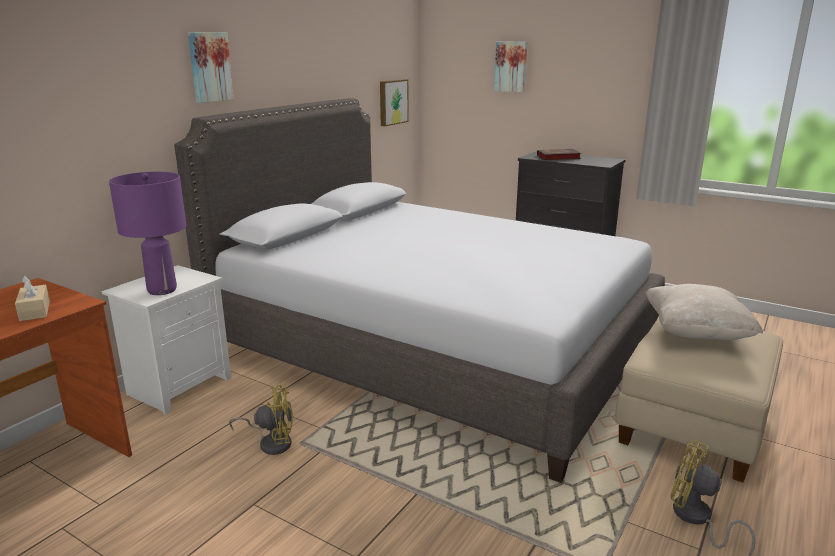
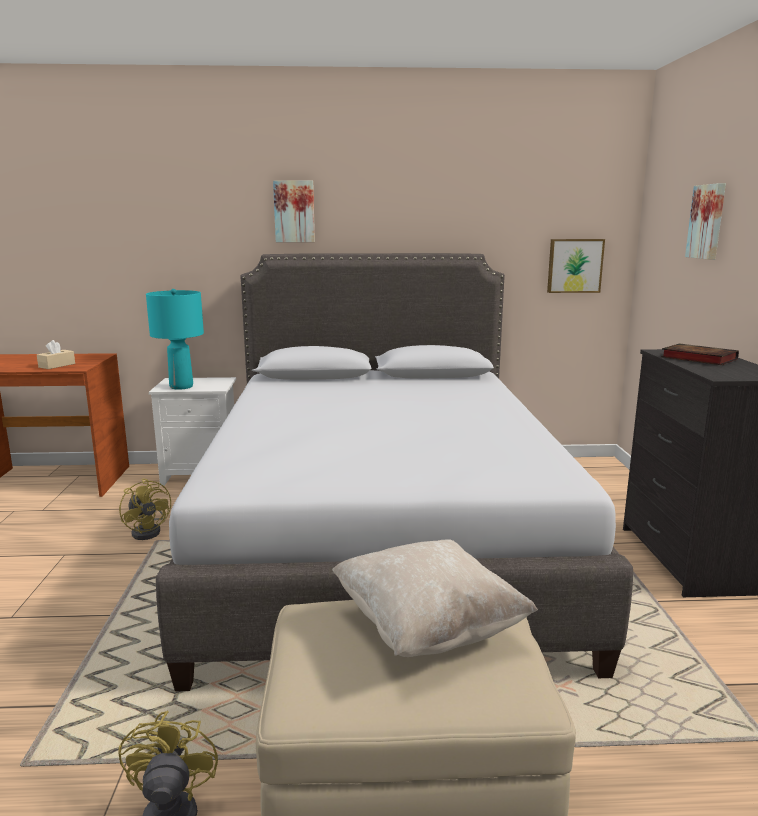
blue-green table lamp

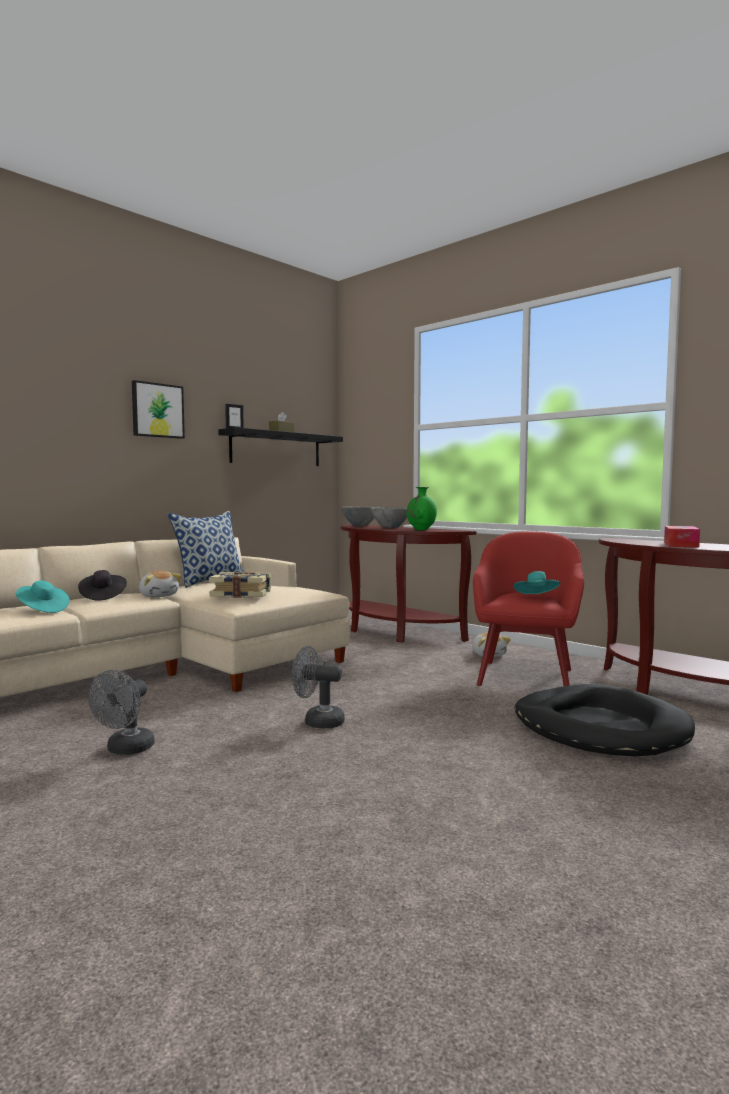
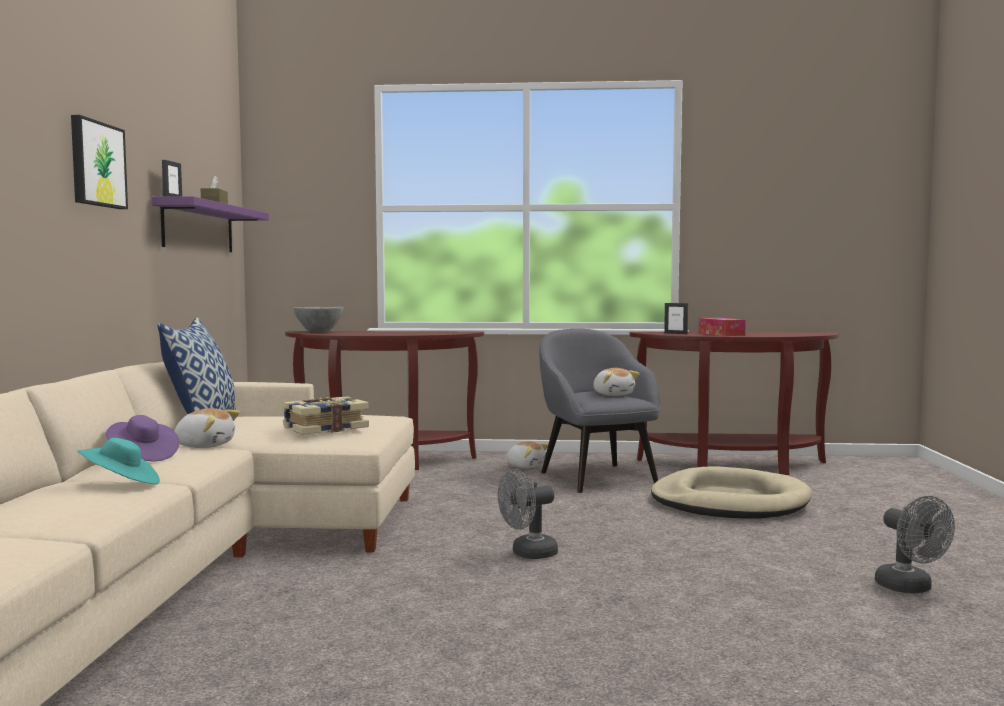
gray deep dish (no. 2 from left in the first image)
green decorative vase
picture frame (no. 2 from left)
gray cooling fan (no. 2 from left)
cuddly toy (no. 3 from left)
purplish hat
purplish bracket shelf
gray armchair
sand-coloured dog cushion

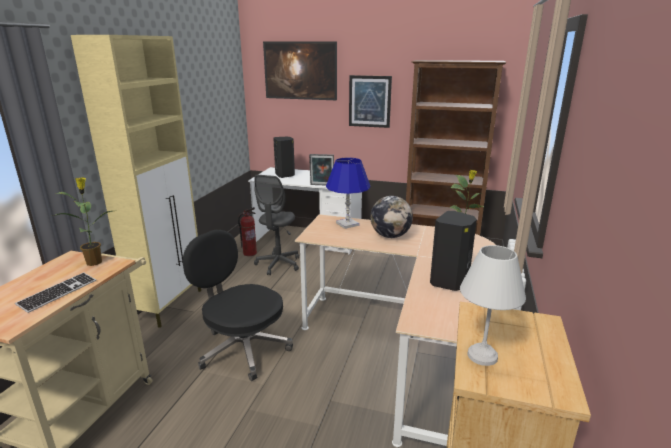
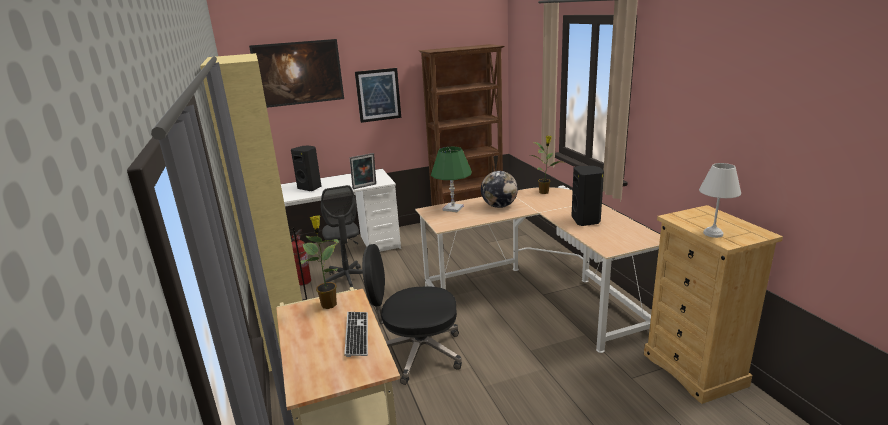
green table lamp

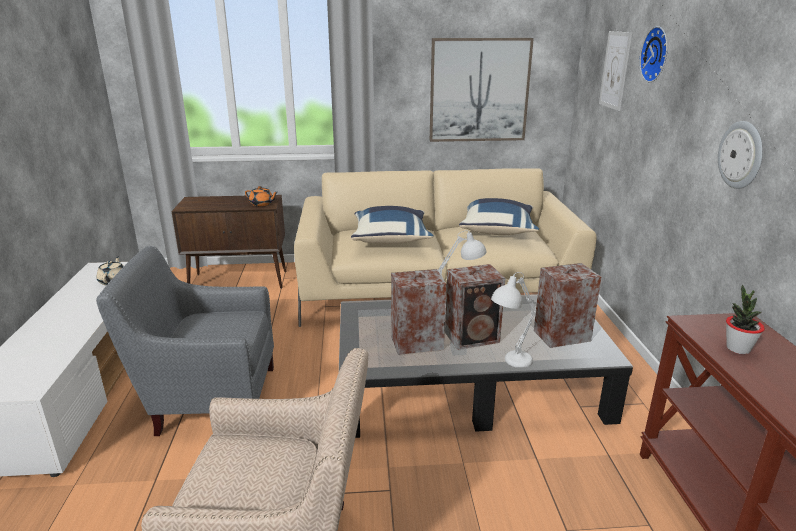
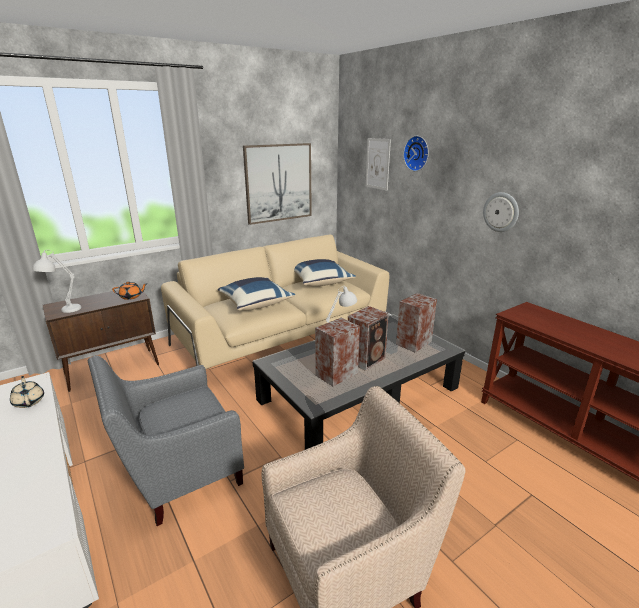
plant in a pot
white table lamp (no. 1 from left)

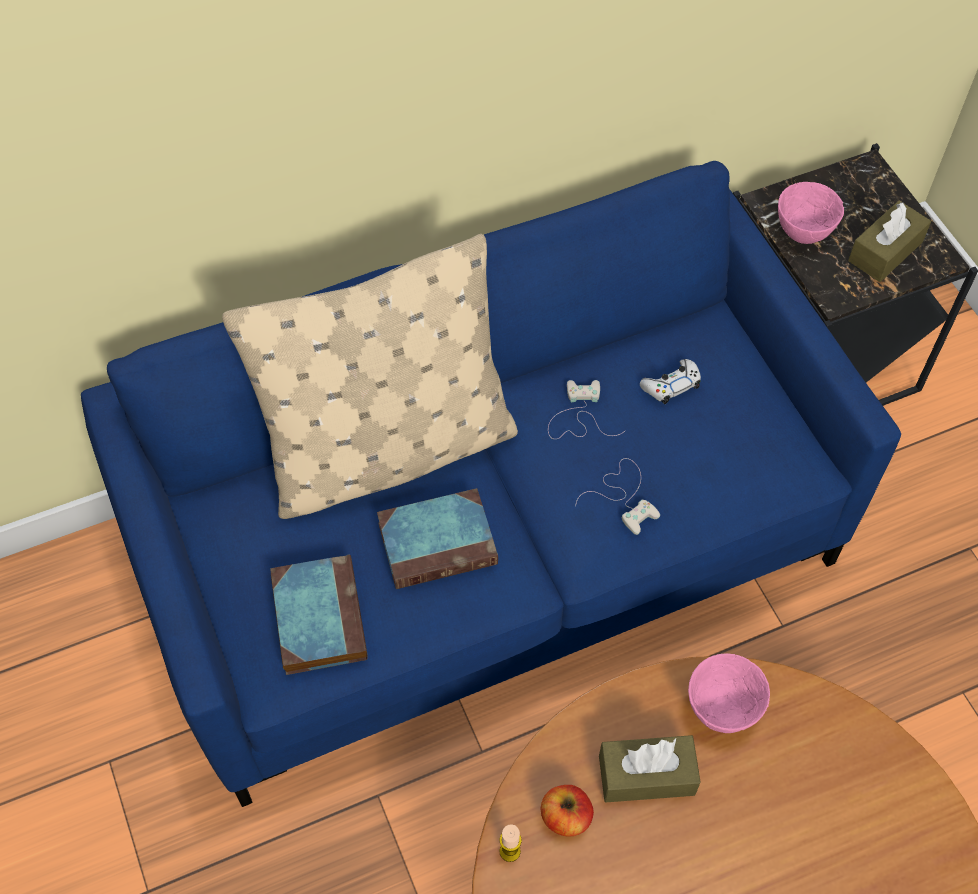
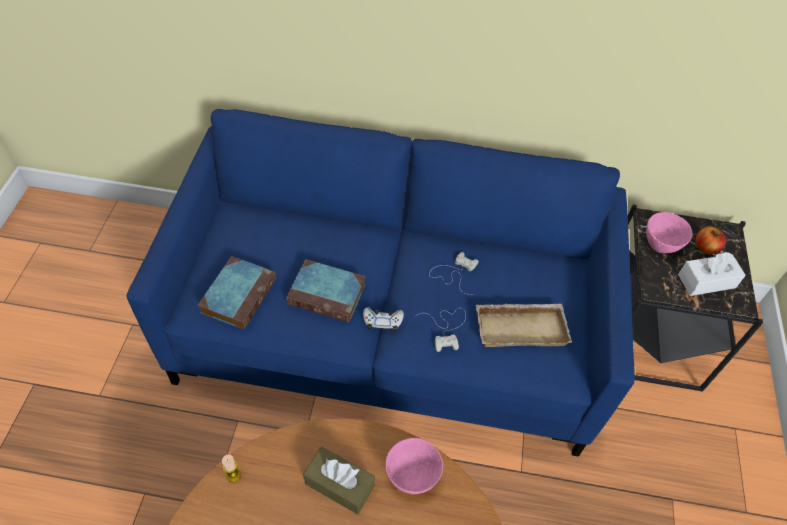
sand-coloured throw pillow
sand-coloured tray
whole apple
white game controller (no. 1 from left)
white tissue box

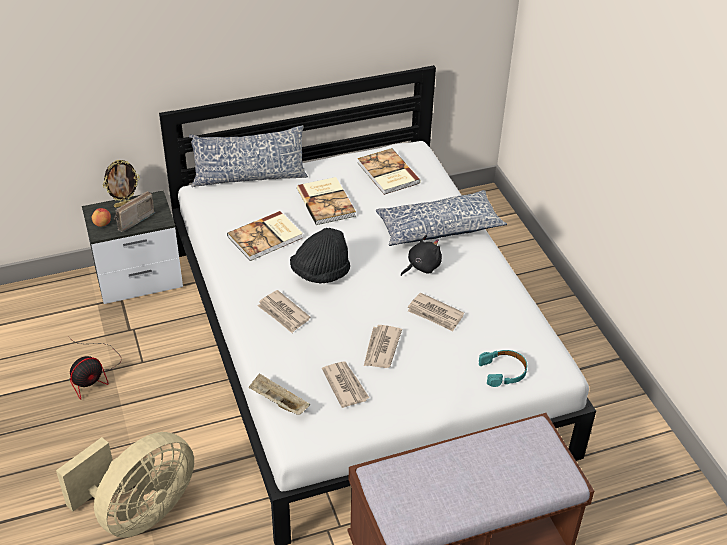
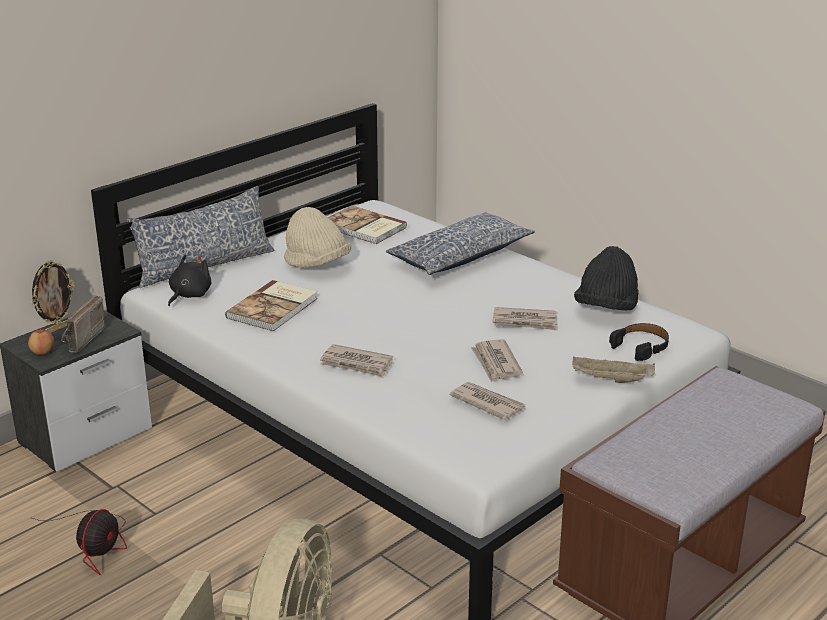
sand-coloured tray
black hat
black cuddly toy
sand-coloured hat
black headphones

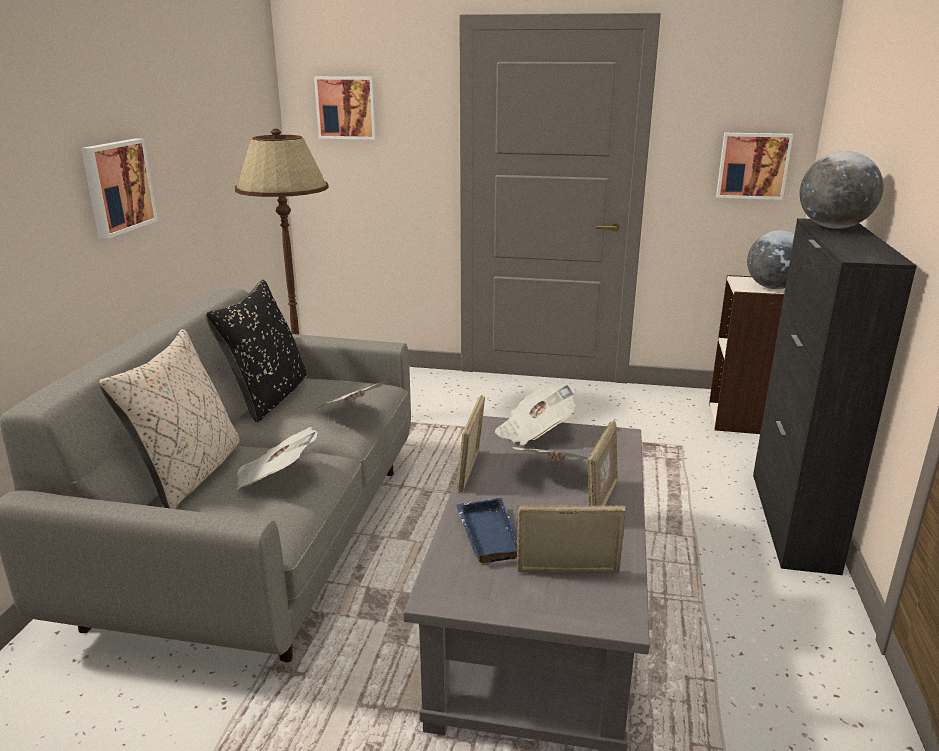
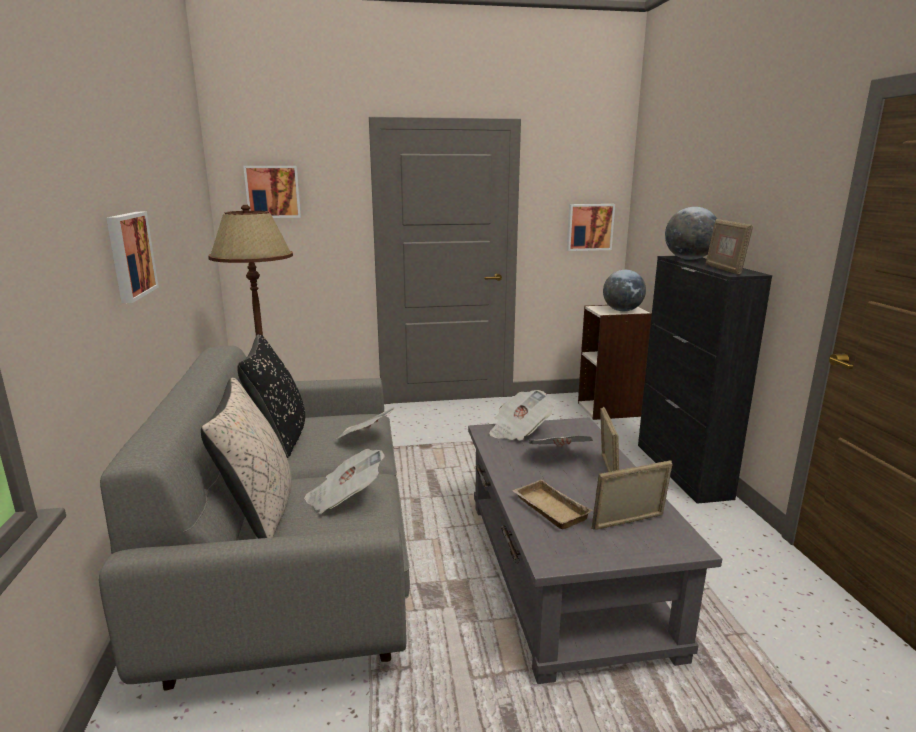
picture frame (no. 3 from left)
sand-coloured tray

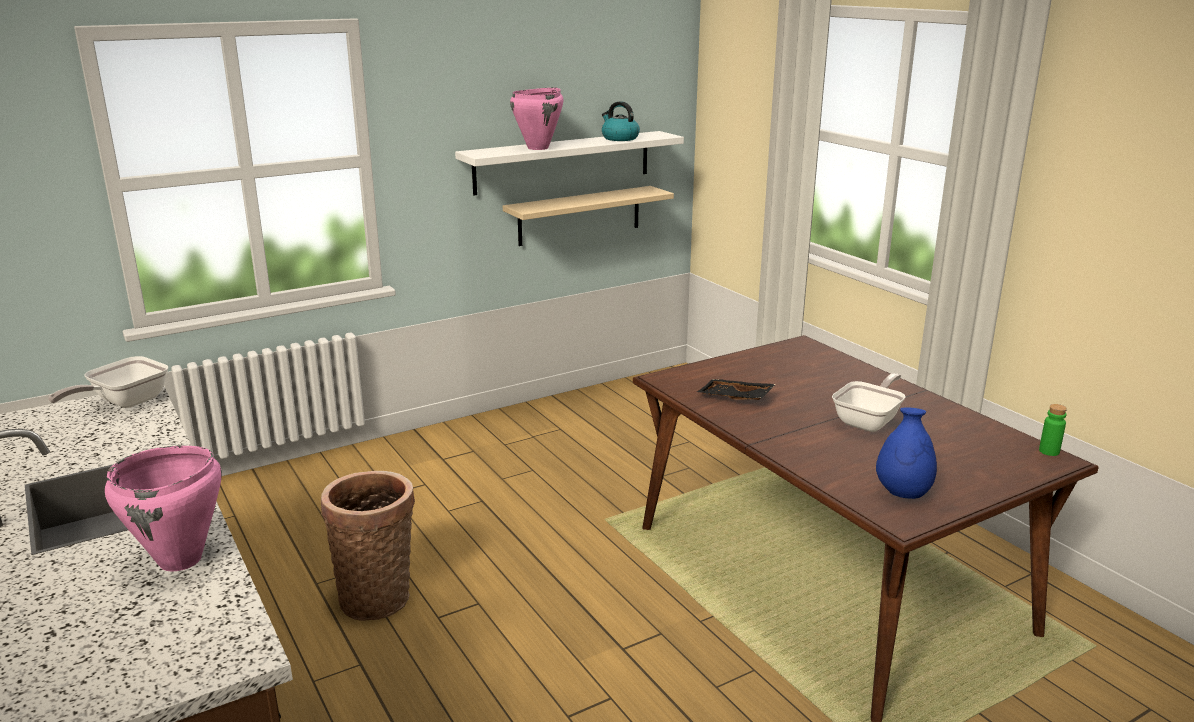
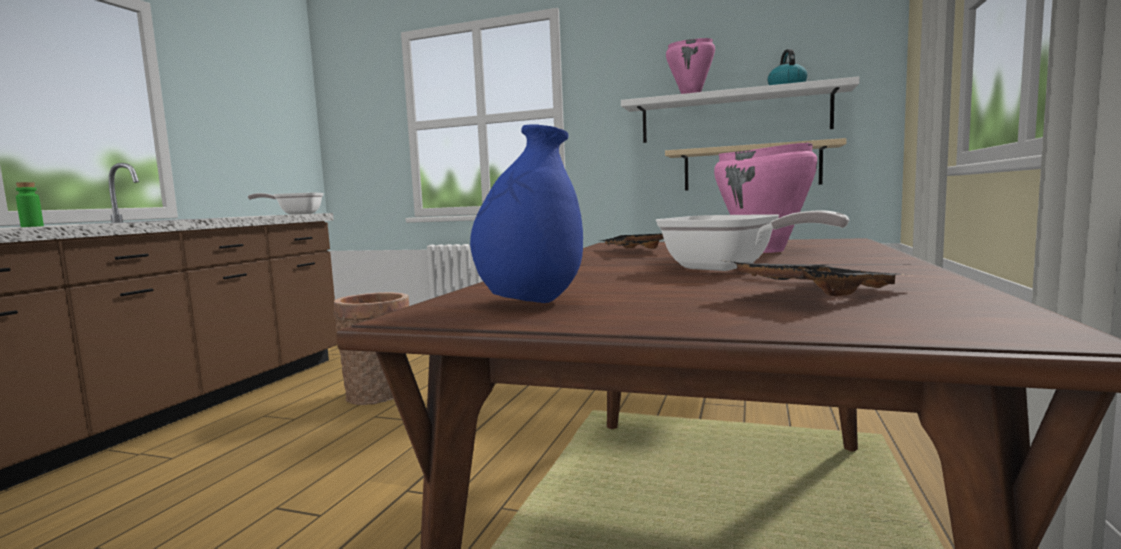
black tray (no. 2 from left)
pink saucepot (no. 2 from left)
green drink bottle
pan (no. 2 from left)

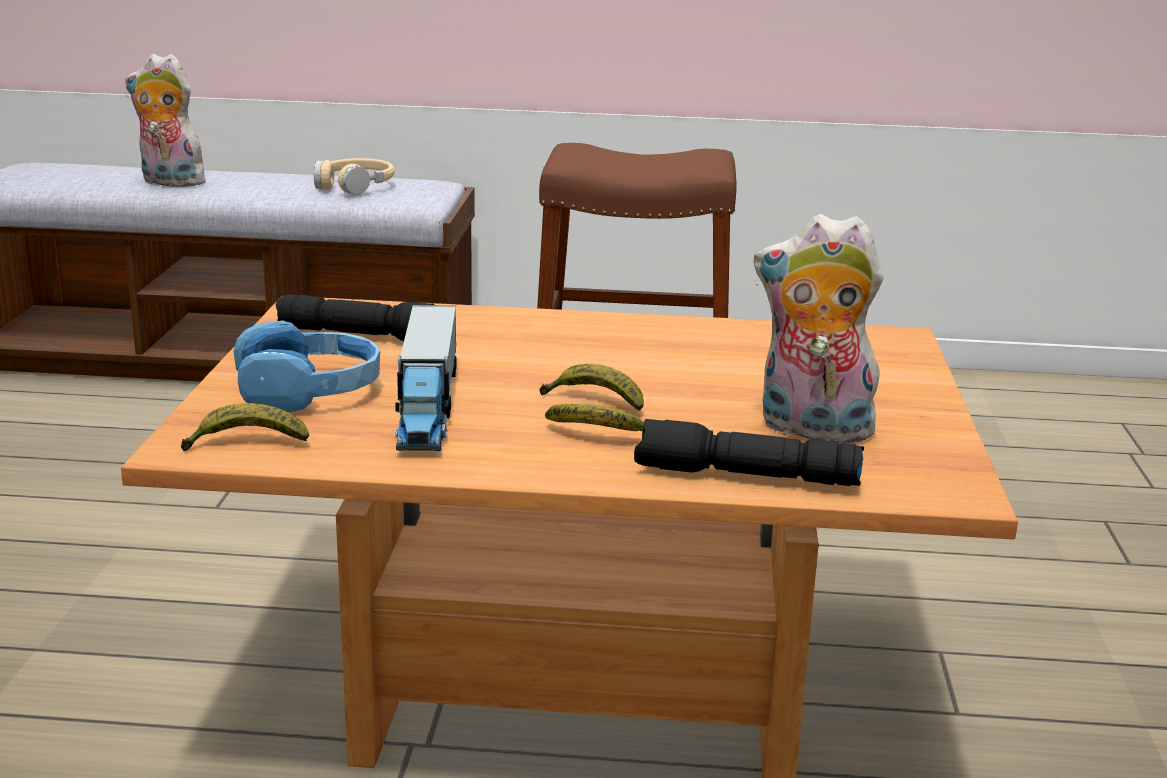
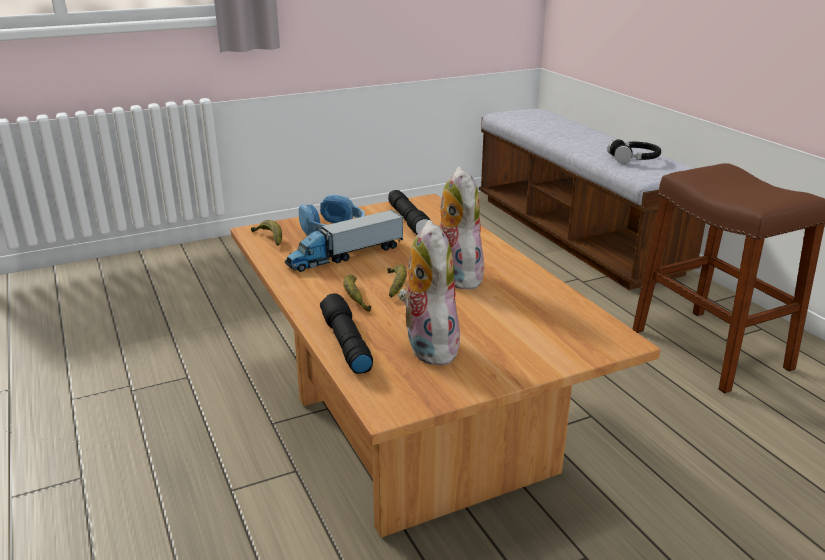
cuddly toy (no. 2 from left)
black headphones

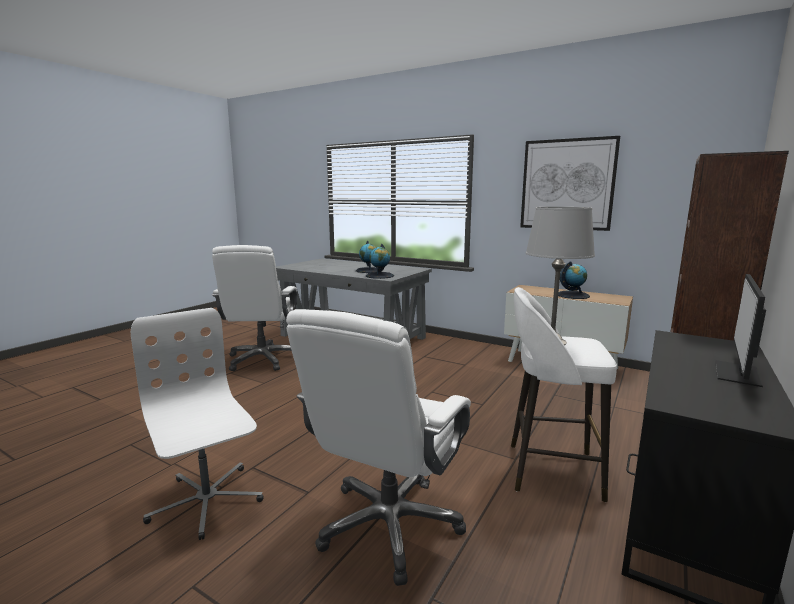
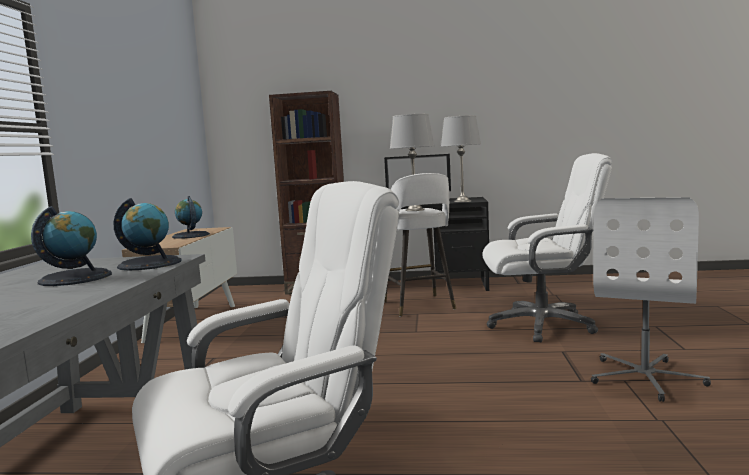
wall art
gray table lamp (no. 2 from left)

